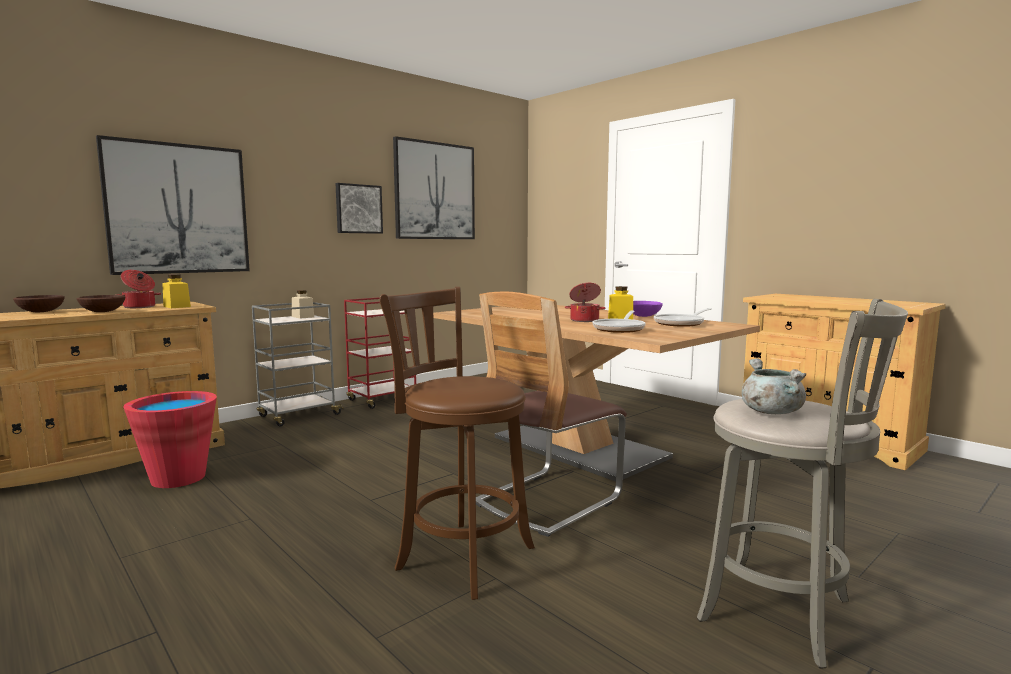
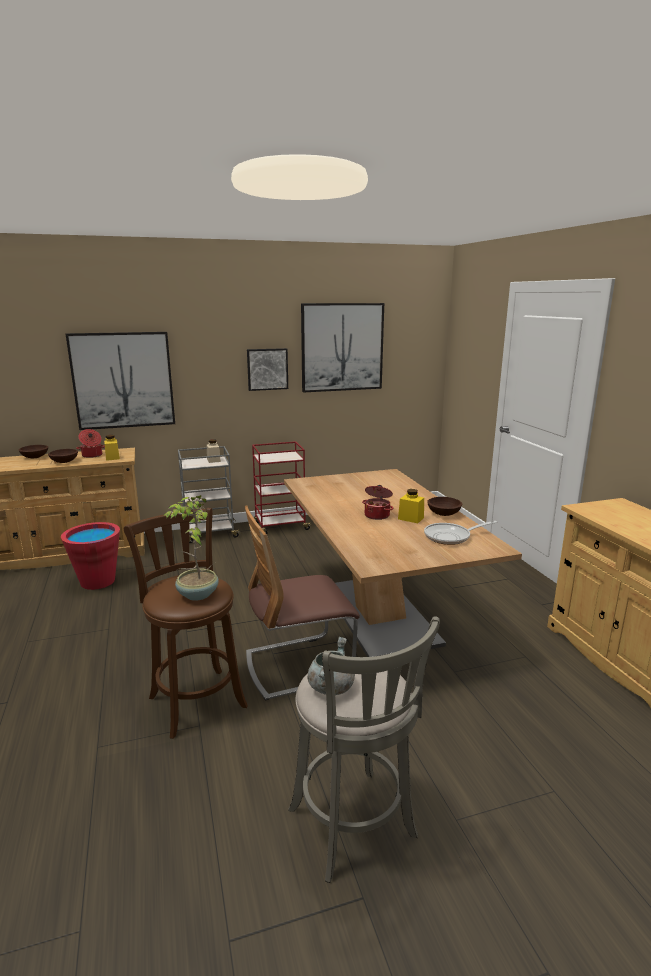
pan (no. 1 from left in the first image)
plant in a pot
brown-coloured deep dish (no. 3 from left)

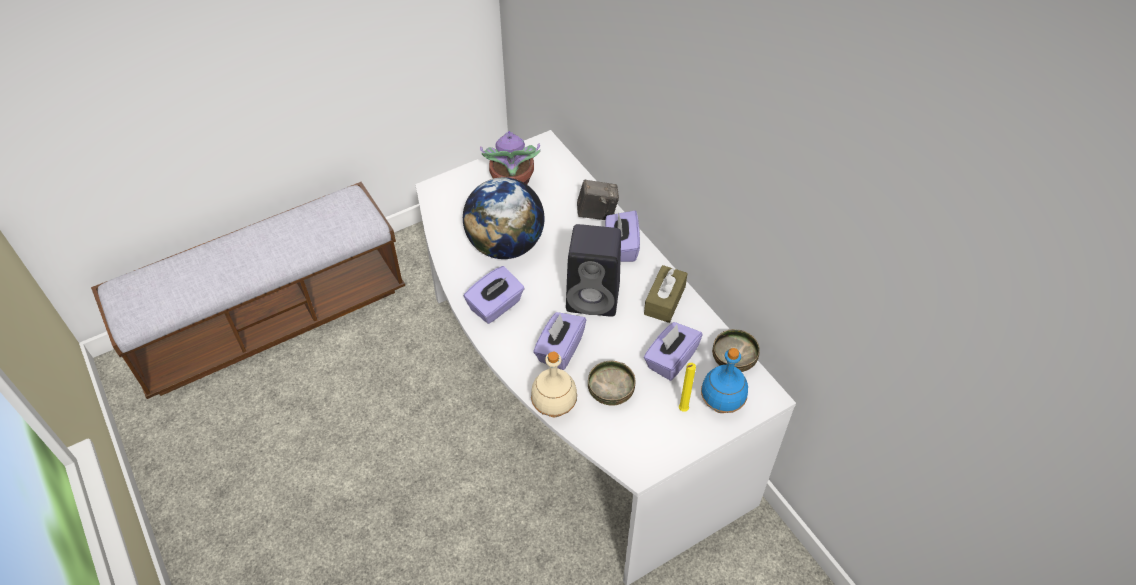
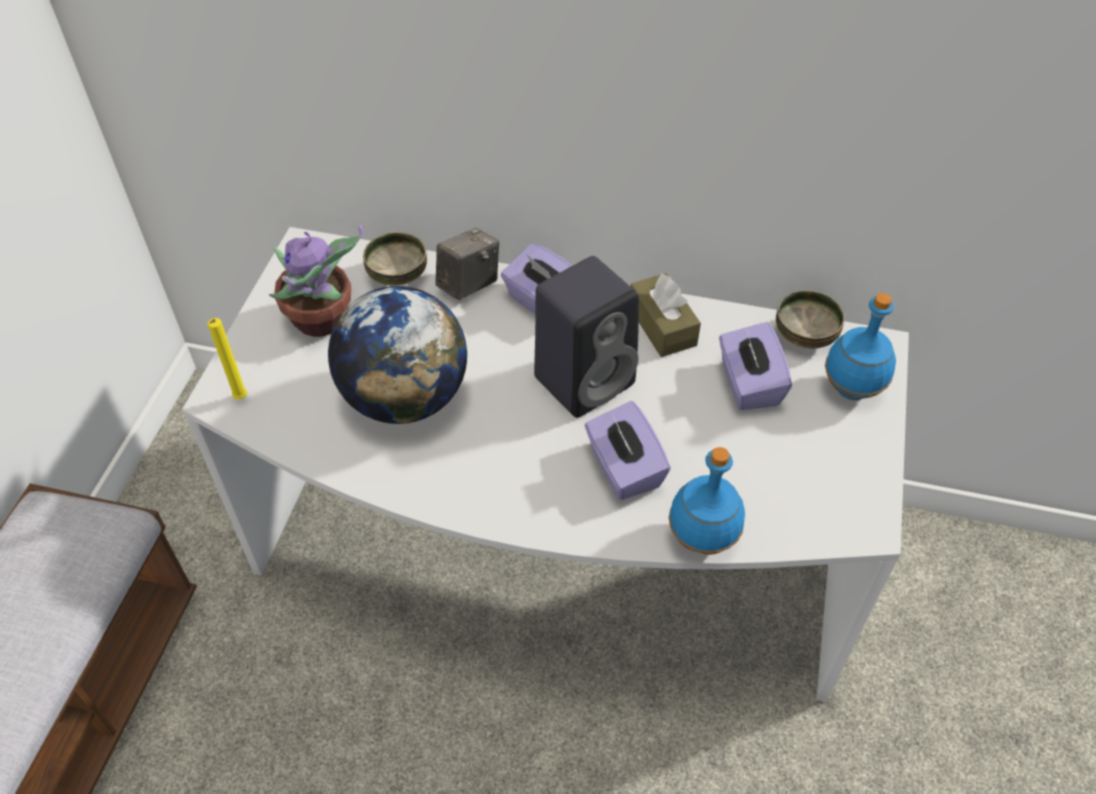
purplish tissue box (no. 1 from left in the first image)
deep dish (no. 1 from left)
yellow wax light
blue-coloured drink bottle (no. 1 from left)

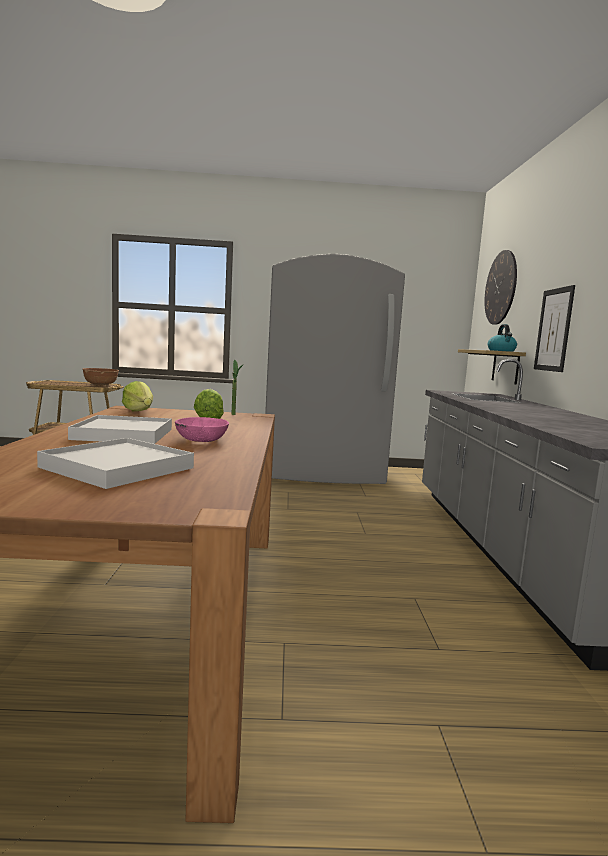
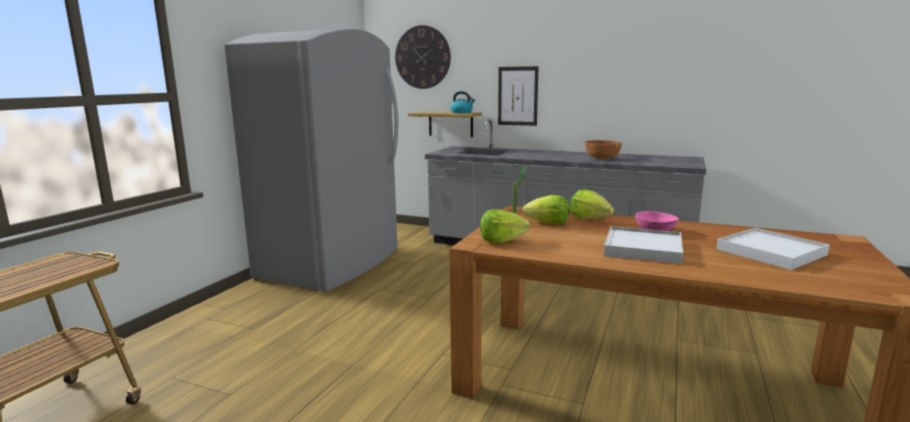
lettuce head (no. 3 from left)
brown-coloured deep dish

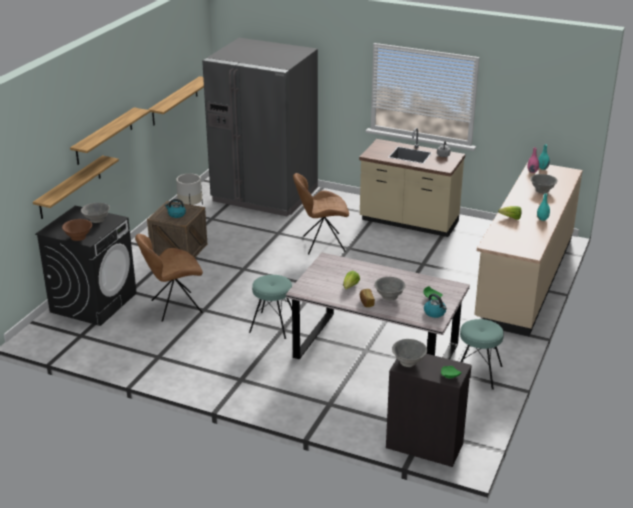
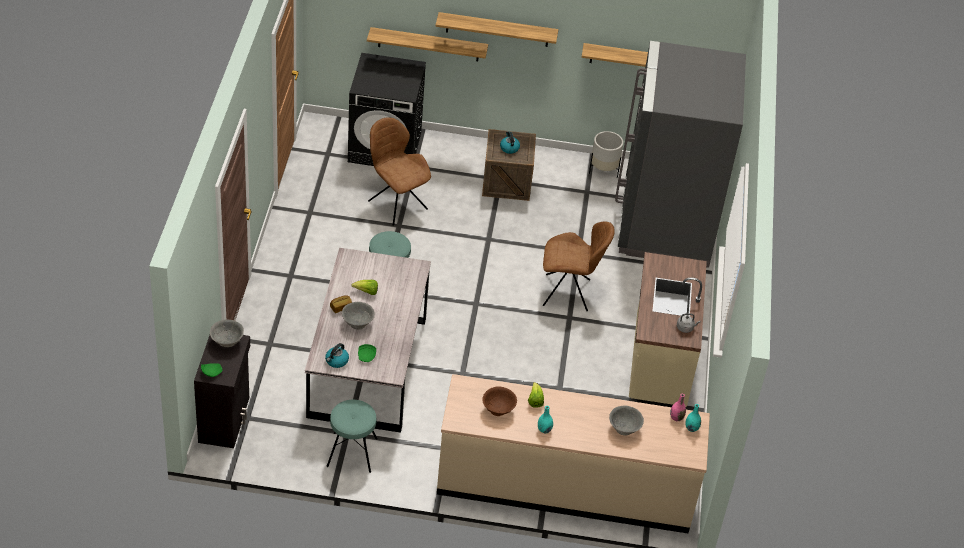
gray deep dish (no. 1 from left in the first image)
brown-coloured deep dish
brown-coloured upright chair (no. 2 from left)

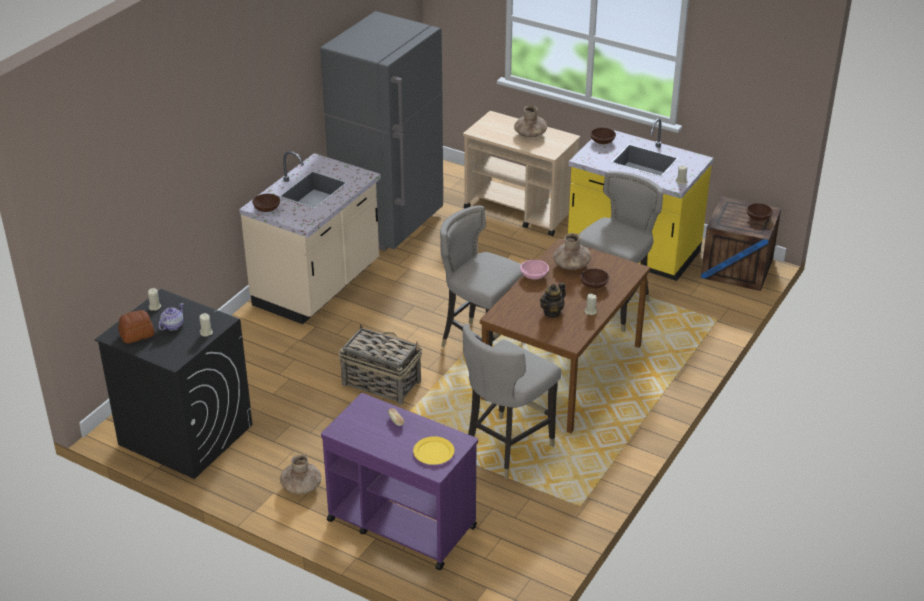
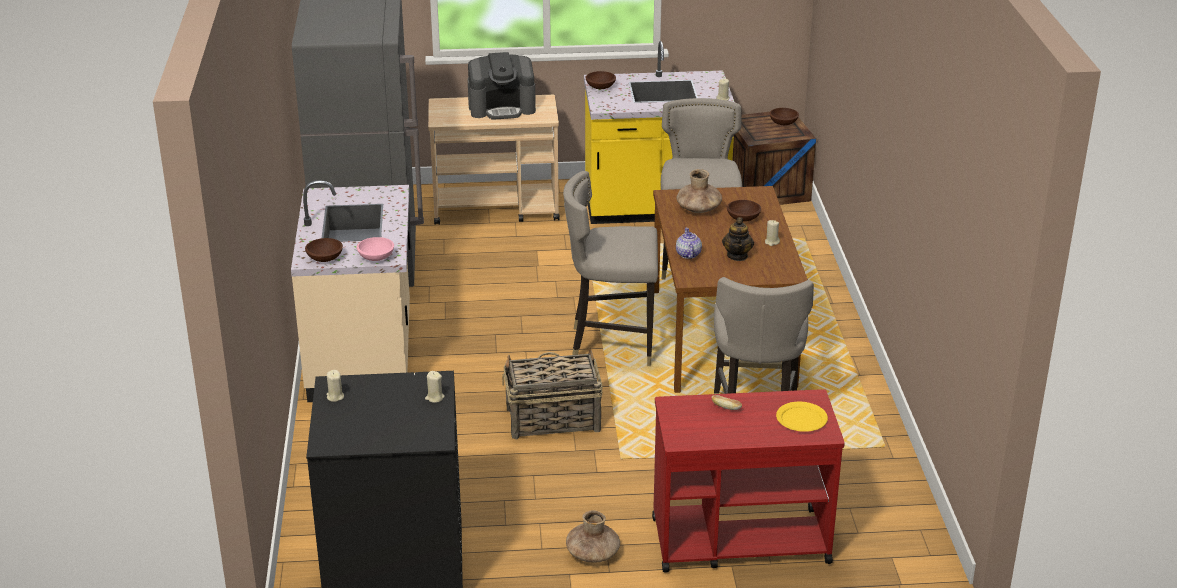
baked bread (no. 1 from left in the first image)
pot for tea (no. 1 from left)
pink deep dish
coffee maker
red cart

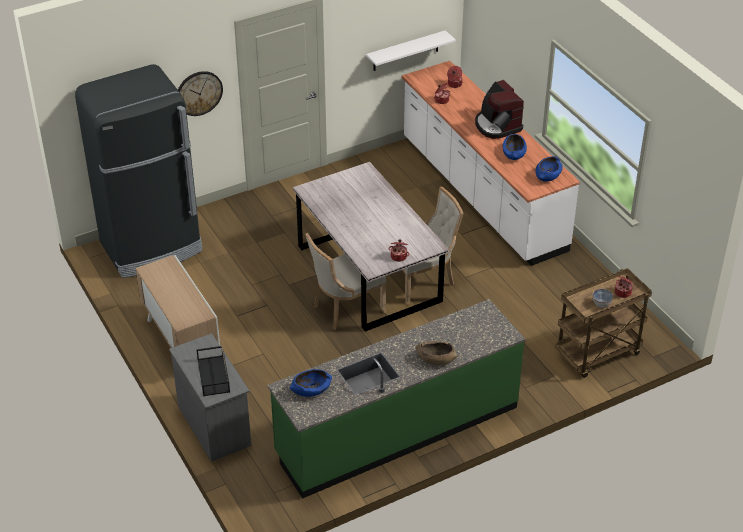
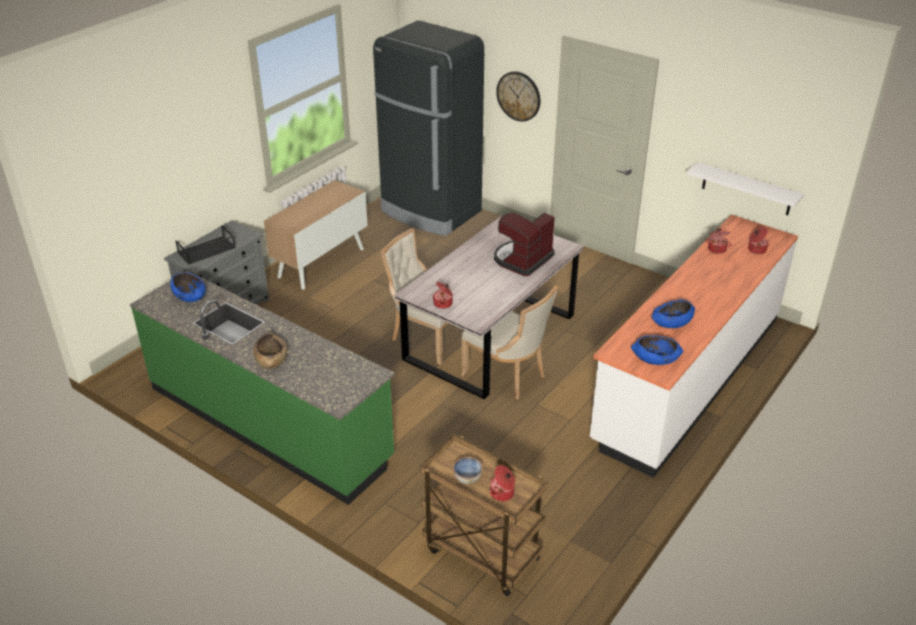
coffee maker

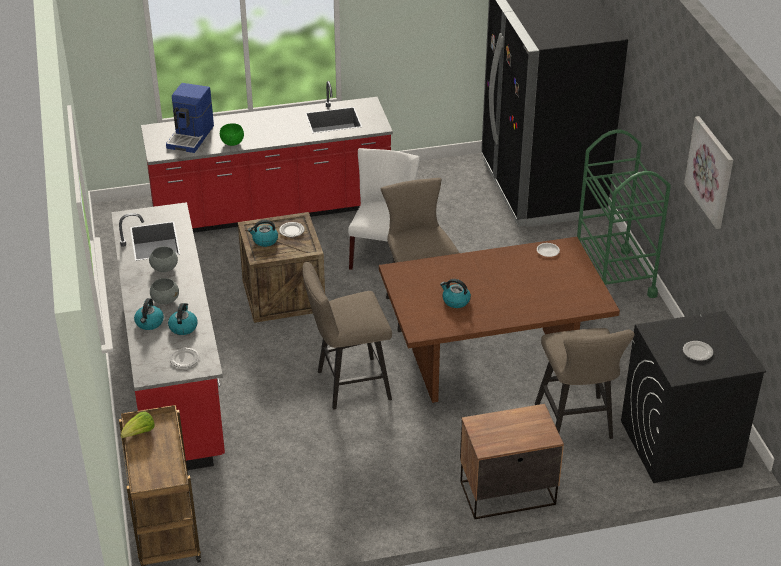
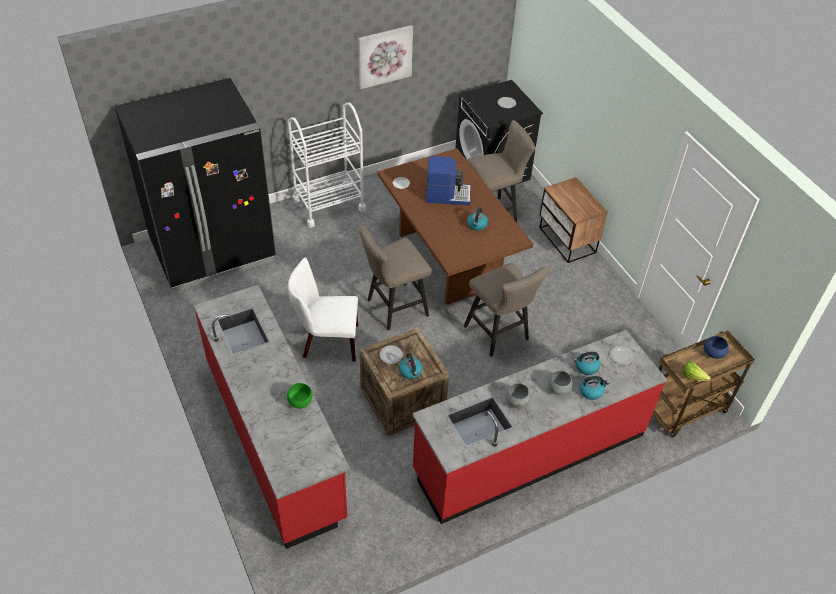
blue-coloured deep dish
coffee maker
white cart

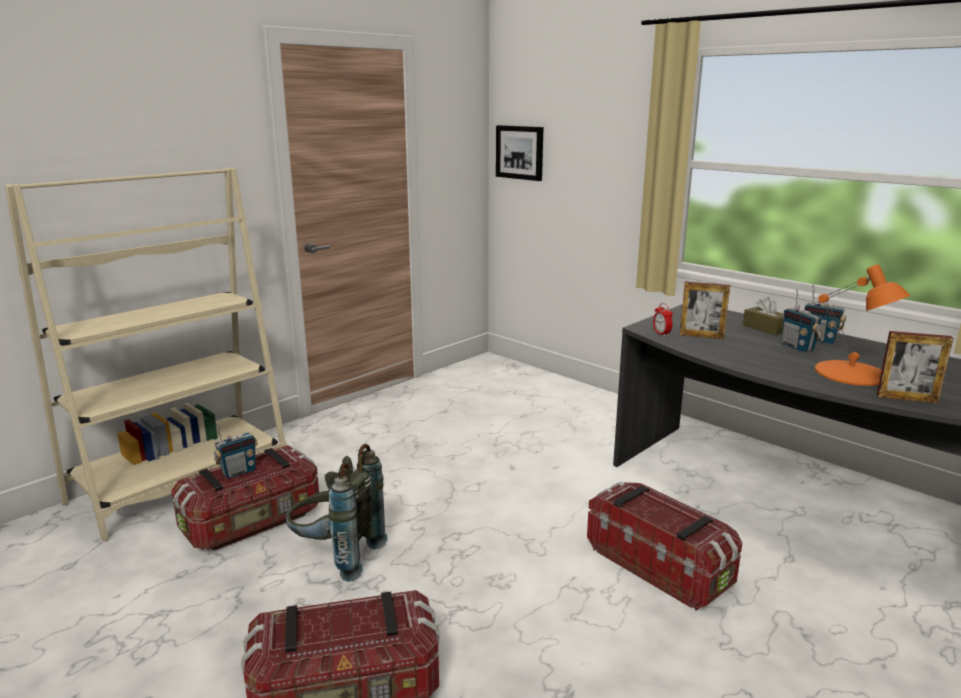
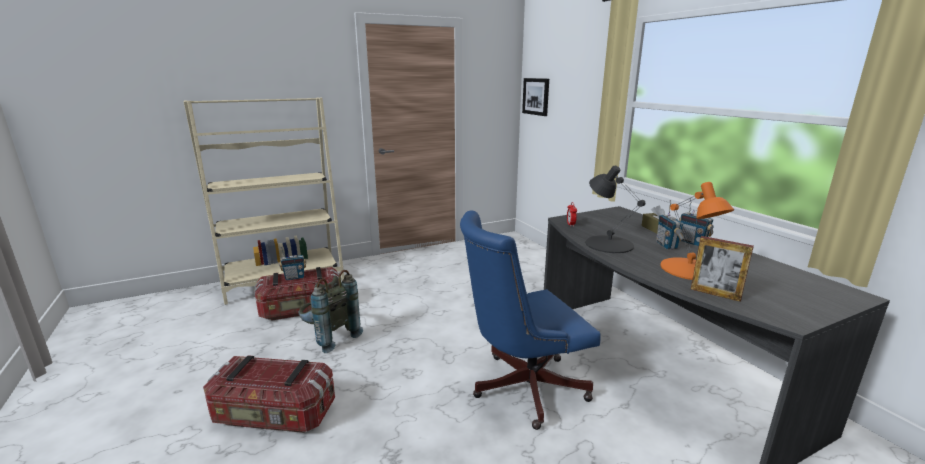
picture frame (no. 1 from left in the first image)
black table lamp
blue-coloured desk chair

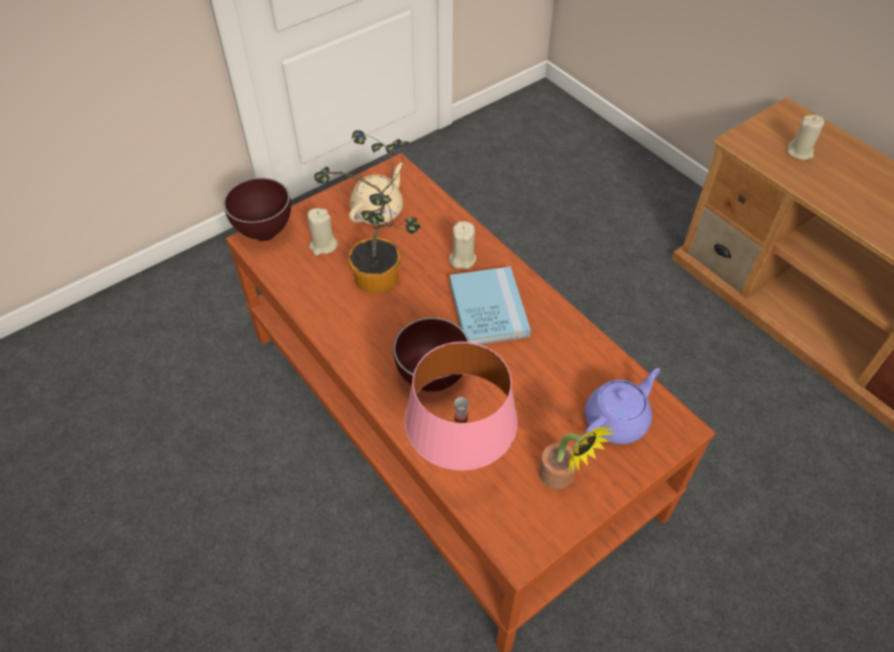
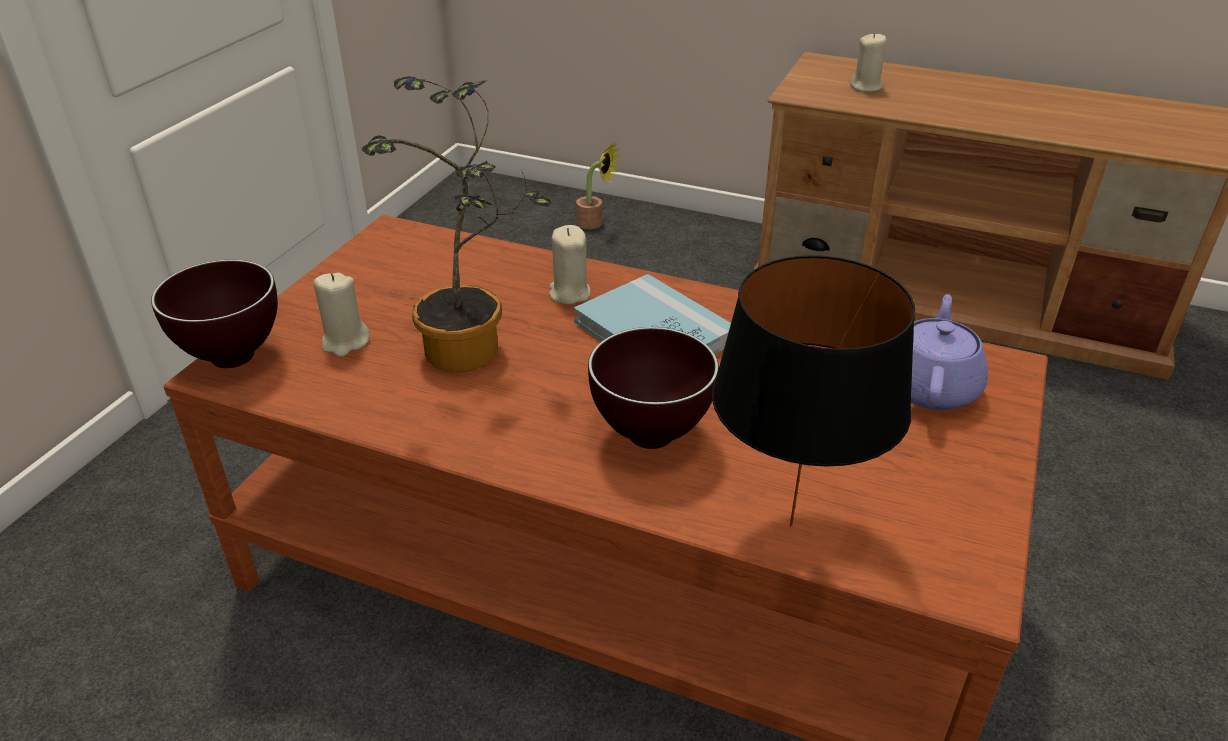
sand-coloured pot for tea
plant in a pot (no. 2 from left)
black table lamp

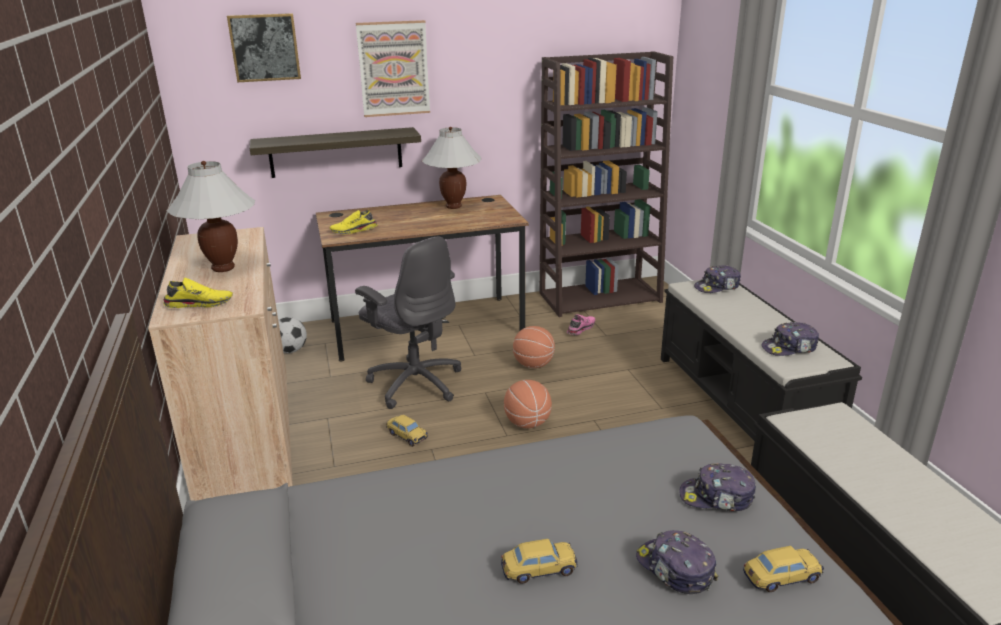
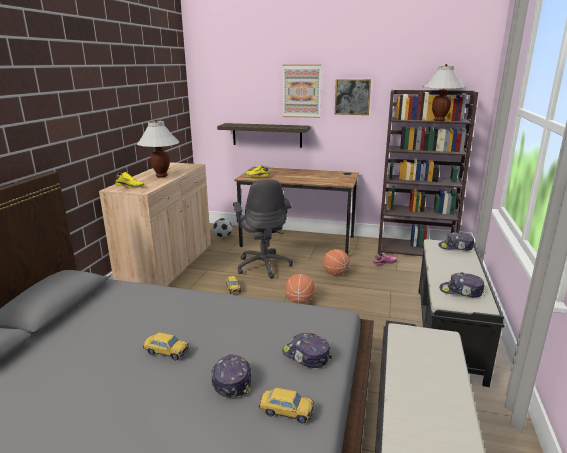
wall art (no. 2 from left)
white table lamp (no. 2 from left)

